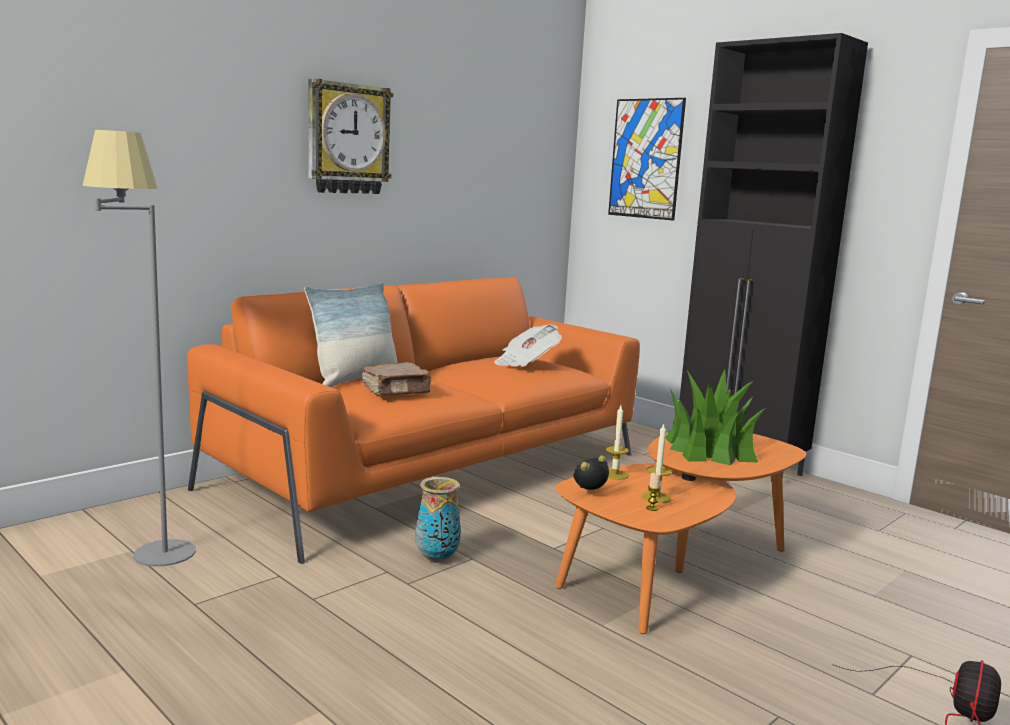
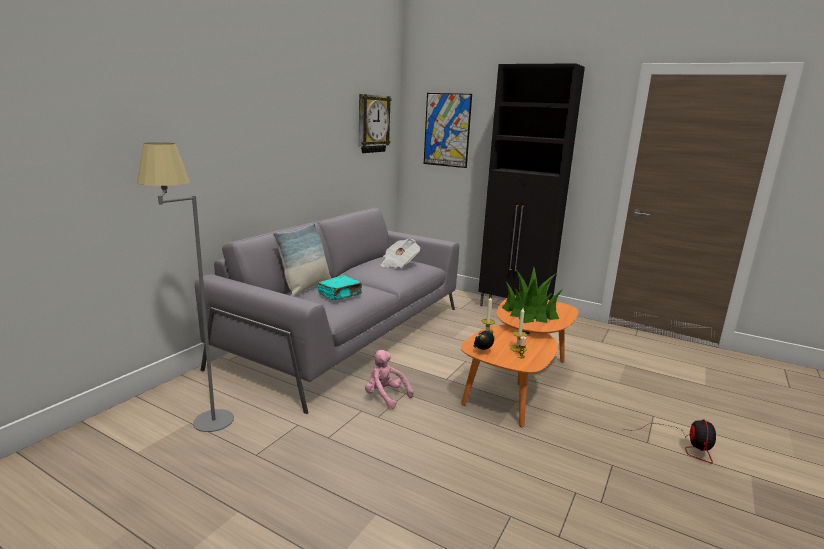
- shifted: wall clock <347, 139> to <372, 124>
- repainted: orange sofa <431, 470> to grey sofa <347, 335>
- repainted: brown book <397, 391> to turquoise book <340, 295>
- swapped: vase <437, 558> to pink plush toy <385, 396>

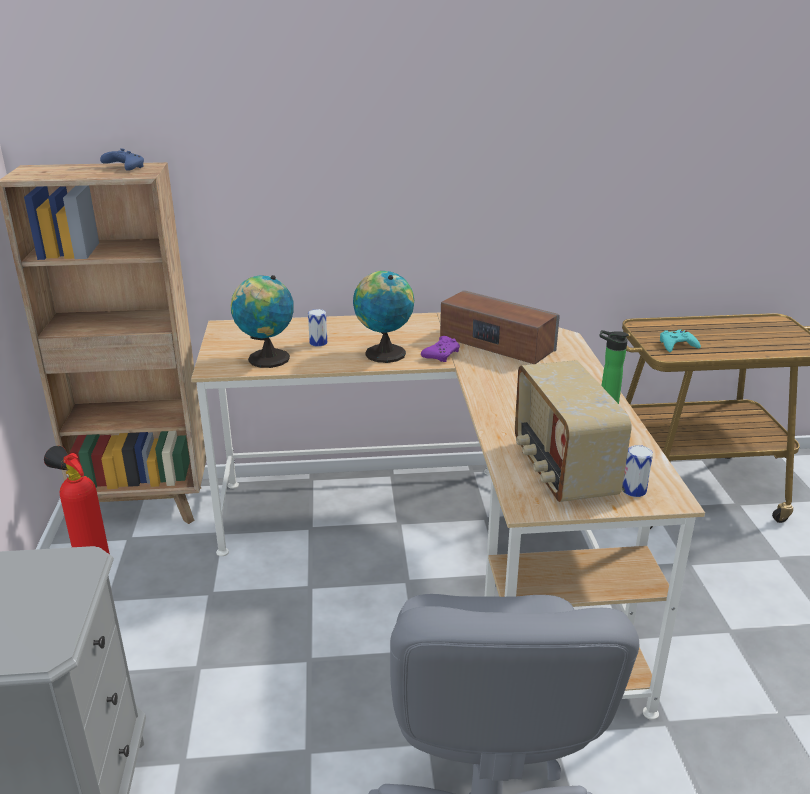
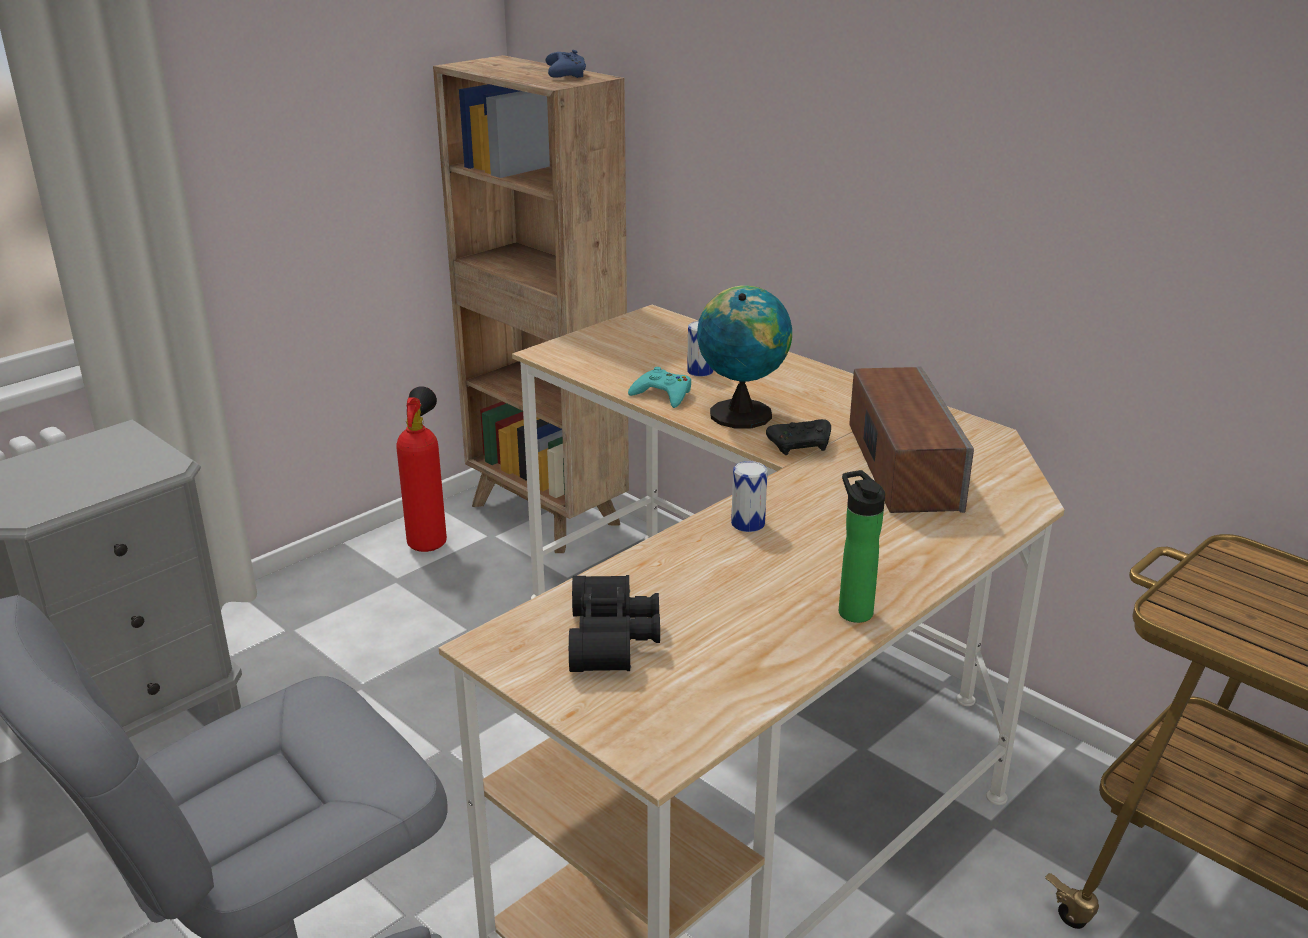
- gone: globe <266, 359>
- shifted: turquoise game controller <677, 345> to <663, 394>
- repainted: purple game controller <442, 355> to black game controller <801, 446>
- swapped: radio <561, 471> to black binoculars <615, 638>
- shifted: can <634, 490> to <748, 523>

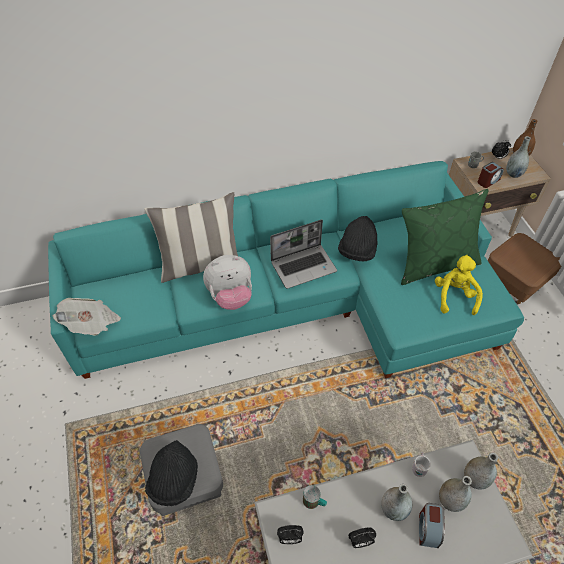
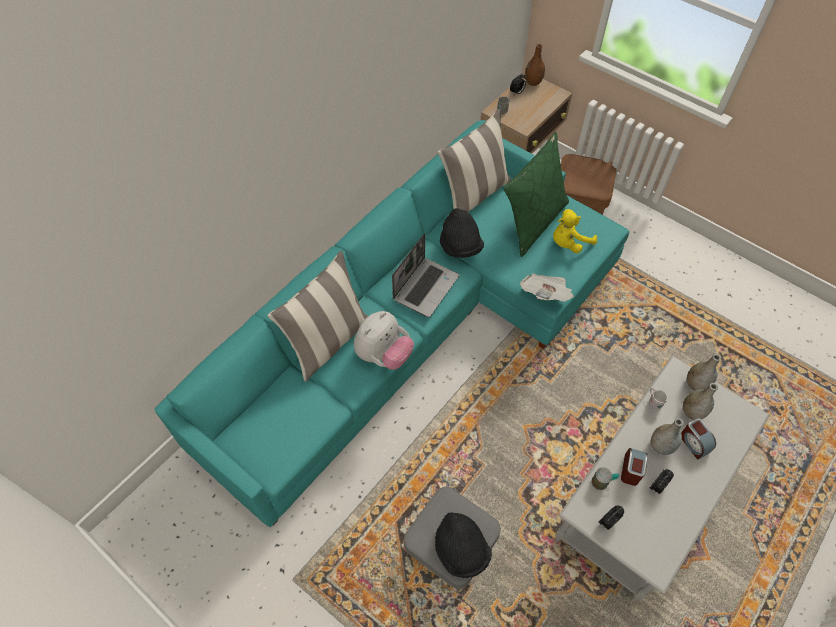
- gone: grey vase <513, 174>
- shifted: alarm clock <488, 181> to <631, 470>
- rotated: yellow plush toy <454, 296> = <568, 243> 90 degrees counterclockwise
- shifted: newspaper <92, 324> to <546, 295>
- new: pillow <474, 194>

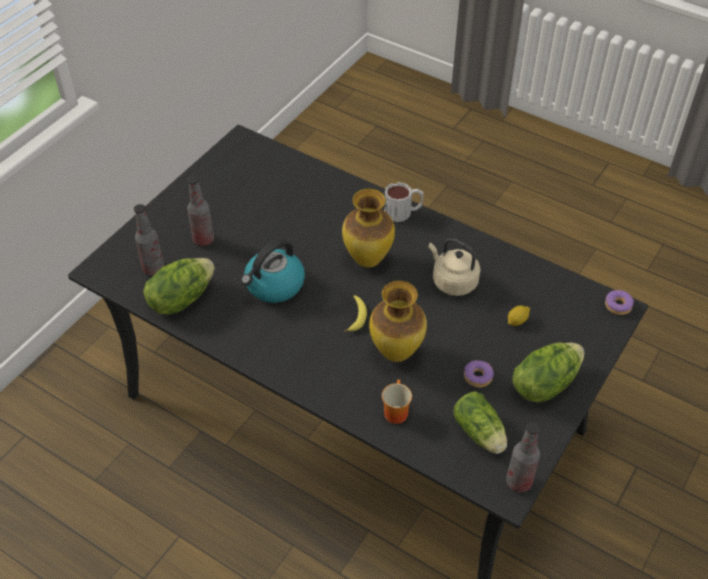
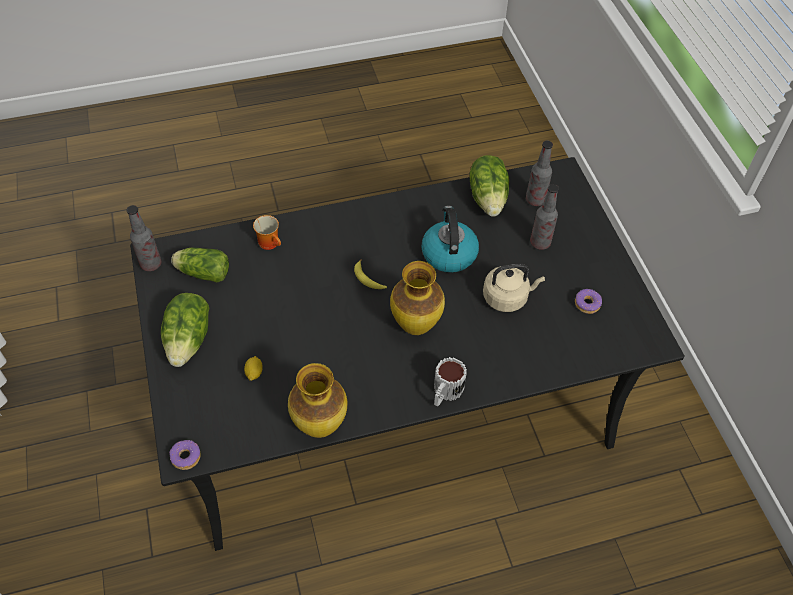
- shifted: beige kettle <452, 281> to <507, 297>
- shifted: vase <397, 352> to <319, 427>
- shifted: donut <477, 377> to <587, 304>

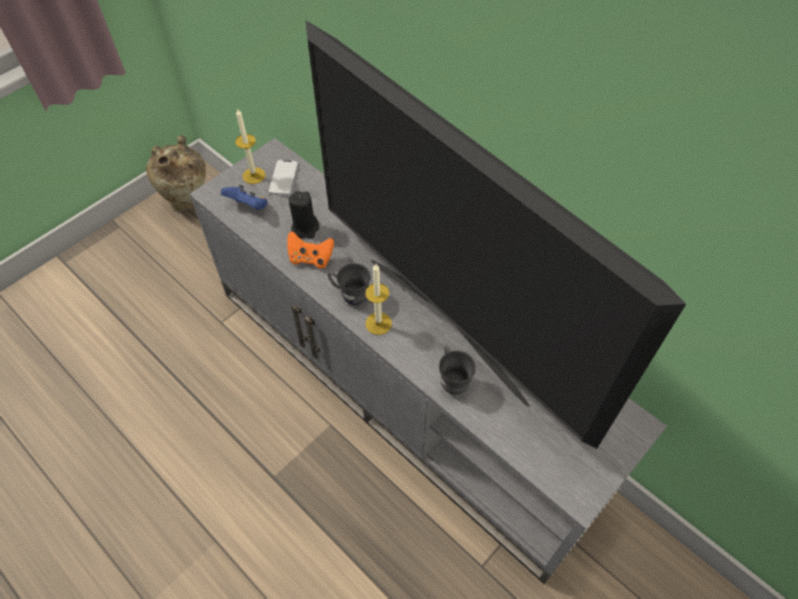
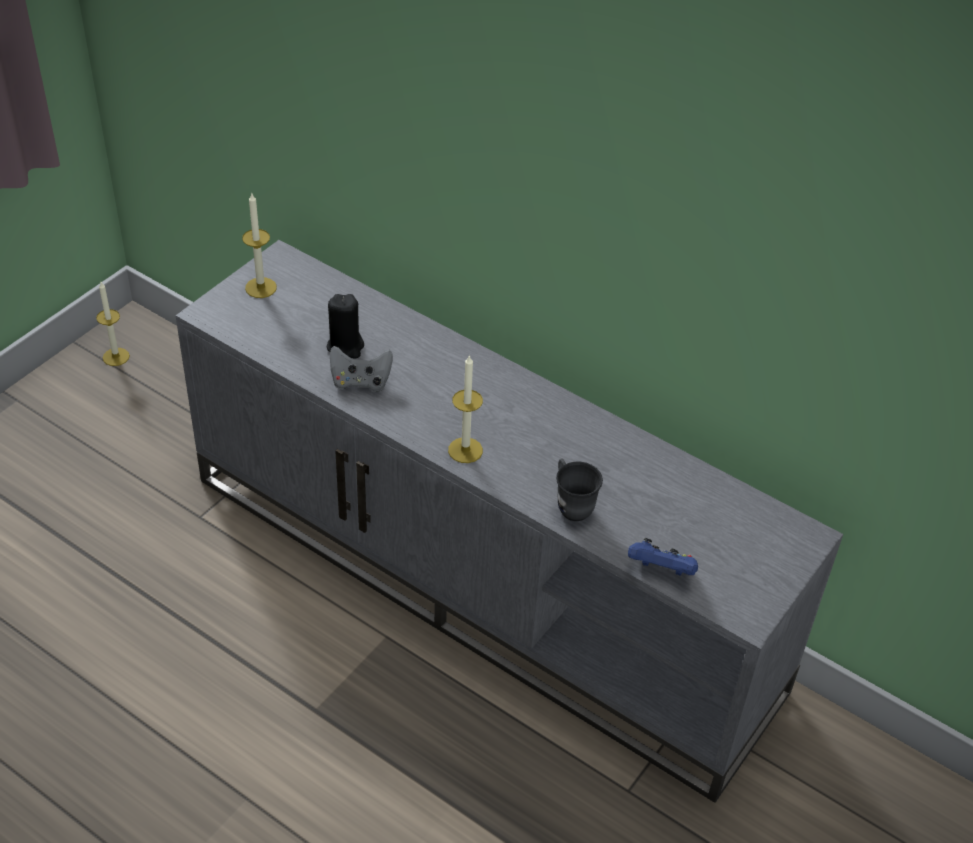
- gone: television <447, 326>
- swapped: beige vase <187, 200> to candle <116, 357>
- gone: phone <283, 178>
- shifted: blue game controller <248, 206> to <661, 571>
- repainted: orange game controller <311, 258> to grey game controller <360, 382>
- gone: grey mug <349, 295>

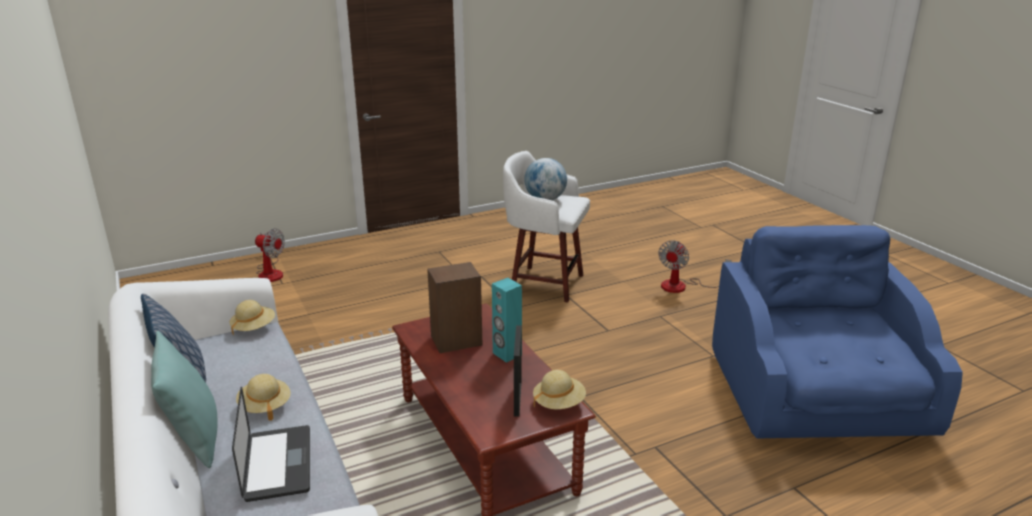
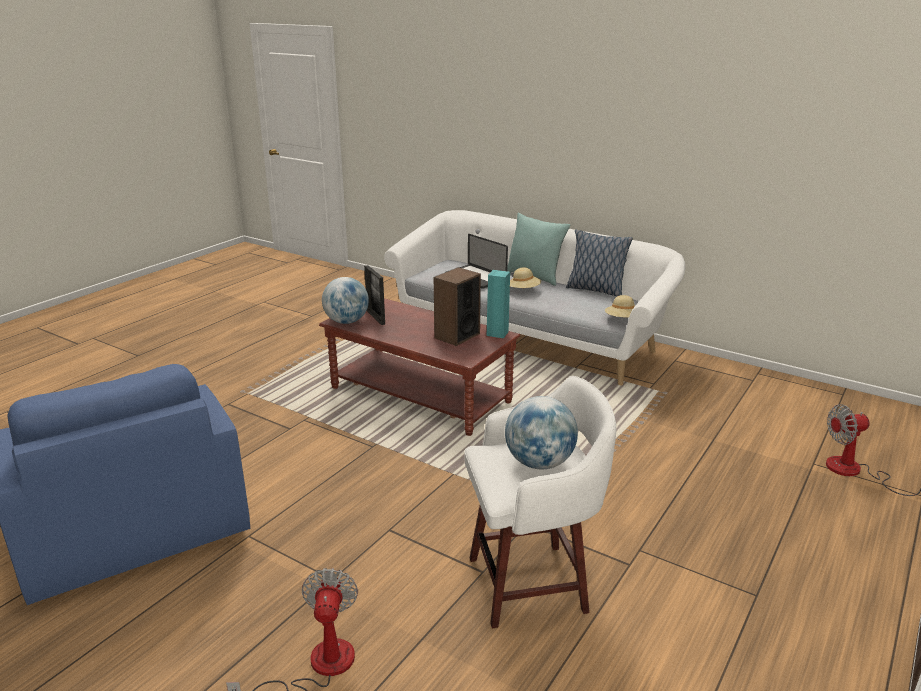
- shifted: turquoise speaker <507, 354> to <497, 333>
- swapped: beige hat <559, 403> to globe <346, 321>

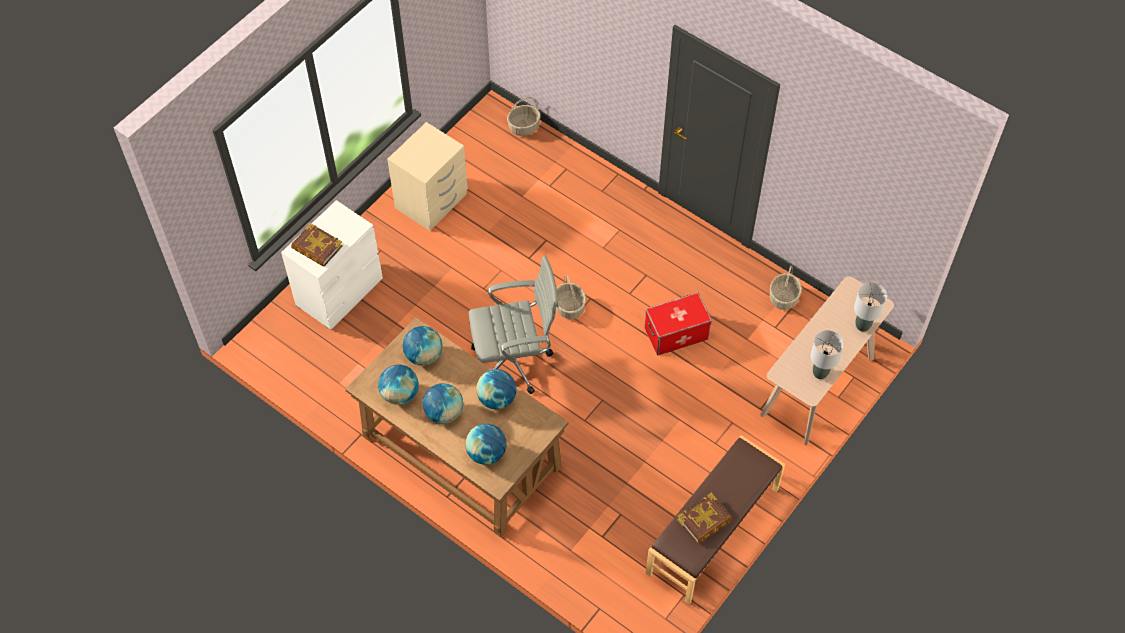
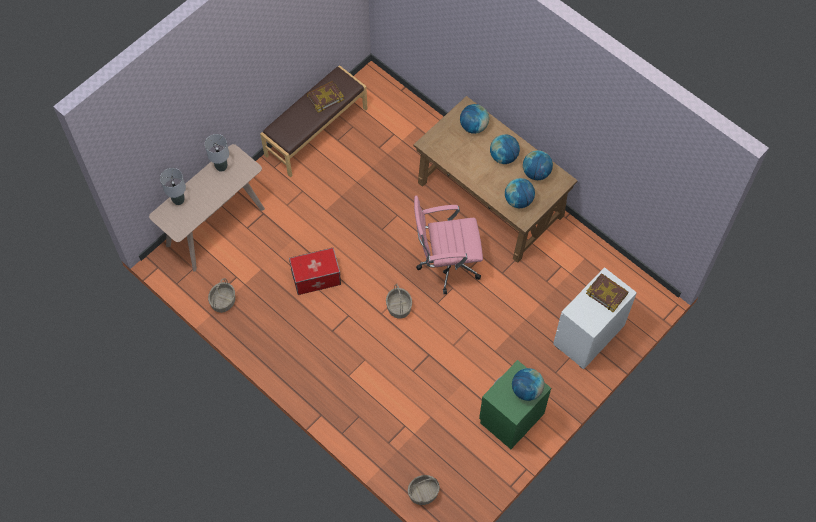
- repainted: beige nightstand <432, 202> to green nightstand <511, 417>
- repainted: grey office chair <515, 361> to pink office chair <446, 265>
- shifted: globe <497, 399> to <526, 390>

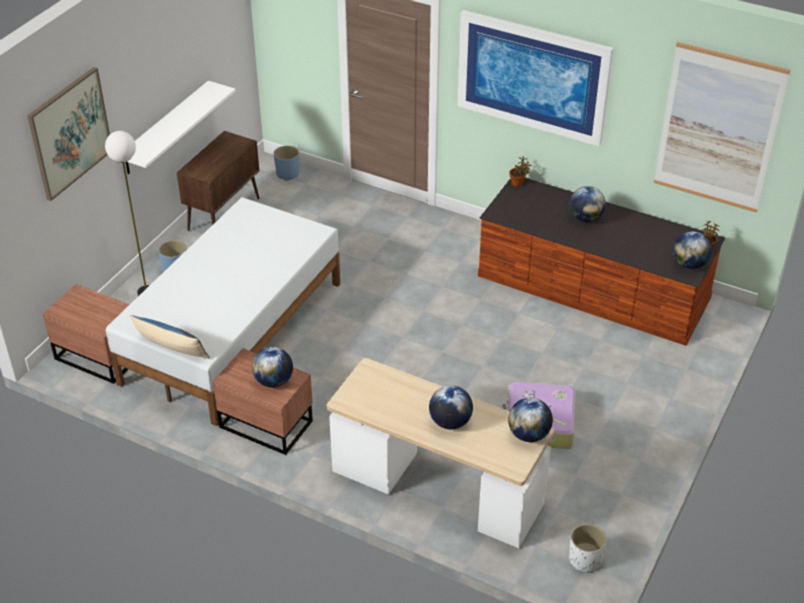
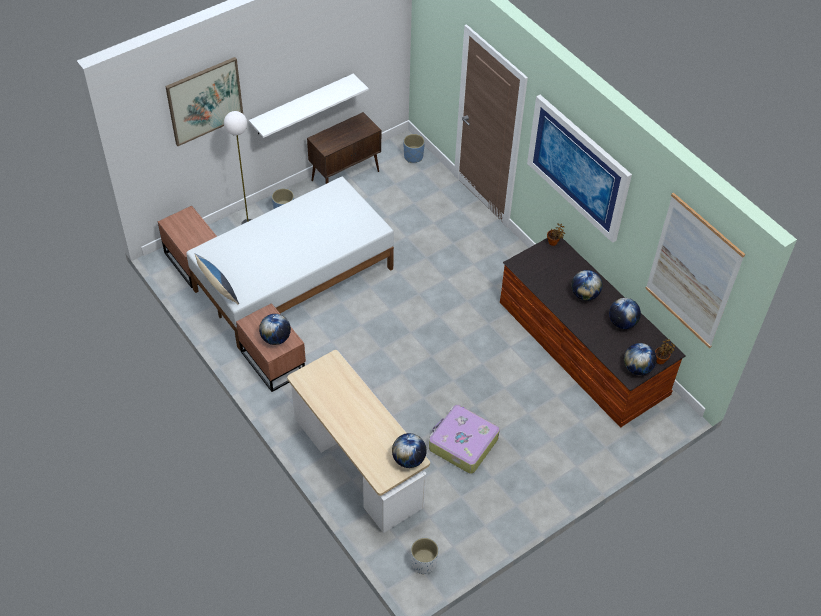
- shifted: globe <450, 422> to <622, 323>

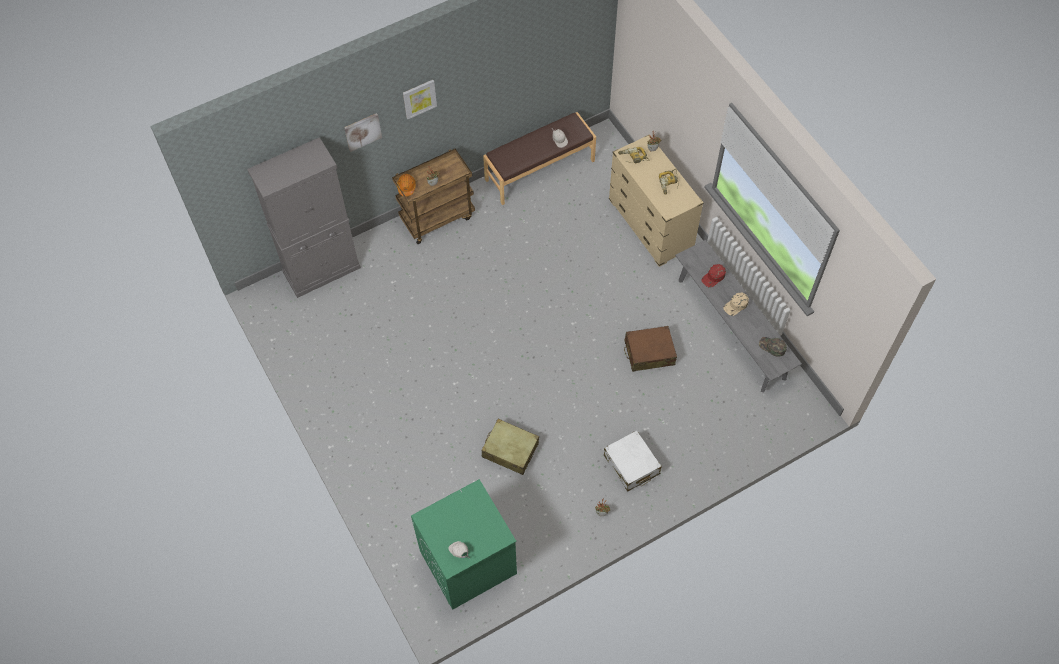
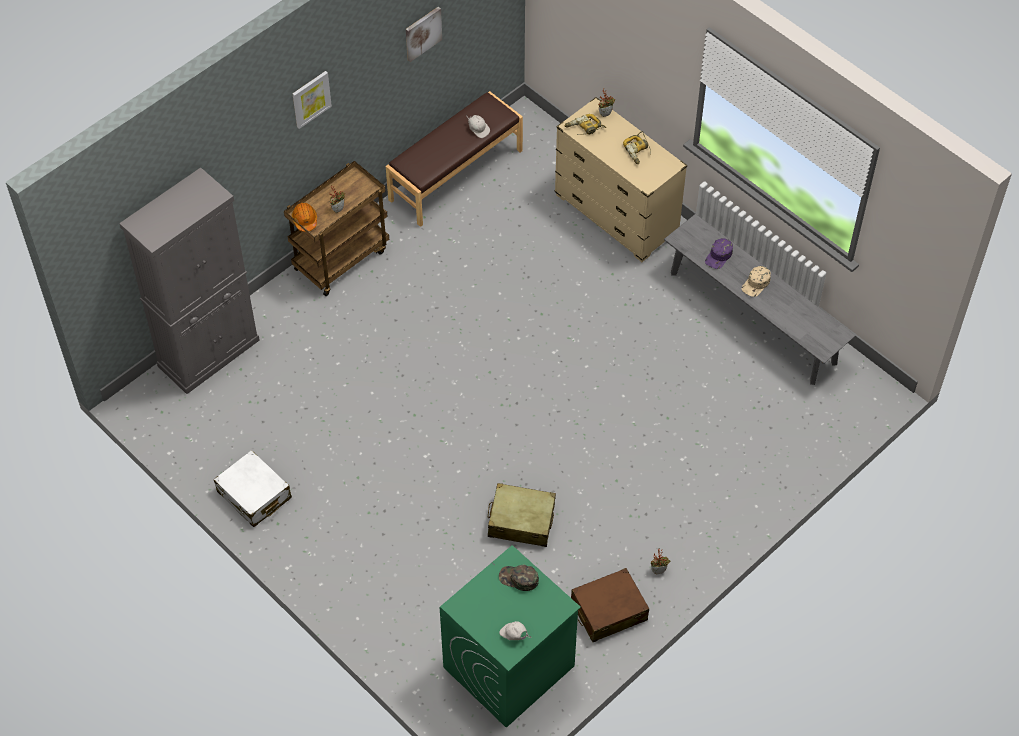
- shifted: picture <362, 131> to <422, 33>
- repainted: red cap <713, 277> to purple cap <719, 256>
- shifted: brown suitcase <649, 353> to <608, 611>
- shifted: green cap <772, 347> to <518, 579>
- shifted: white suitcase <631, 465> to <254, 495>

